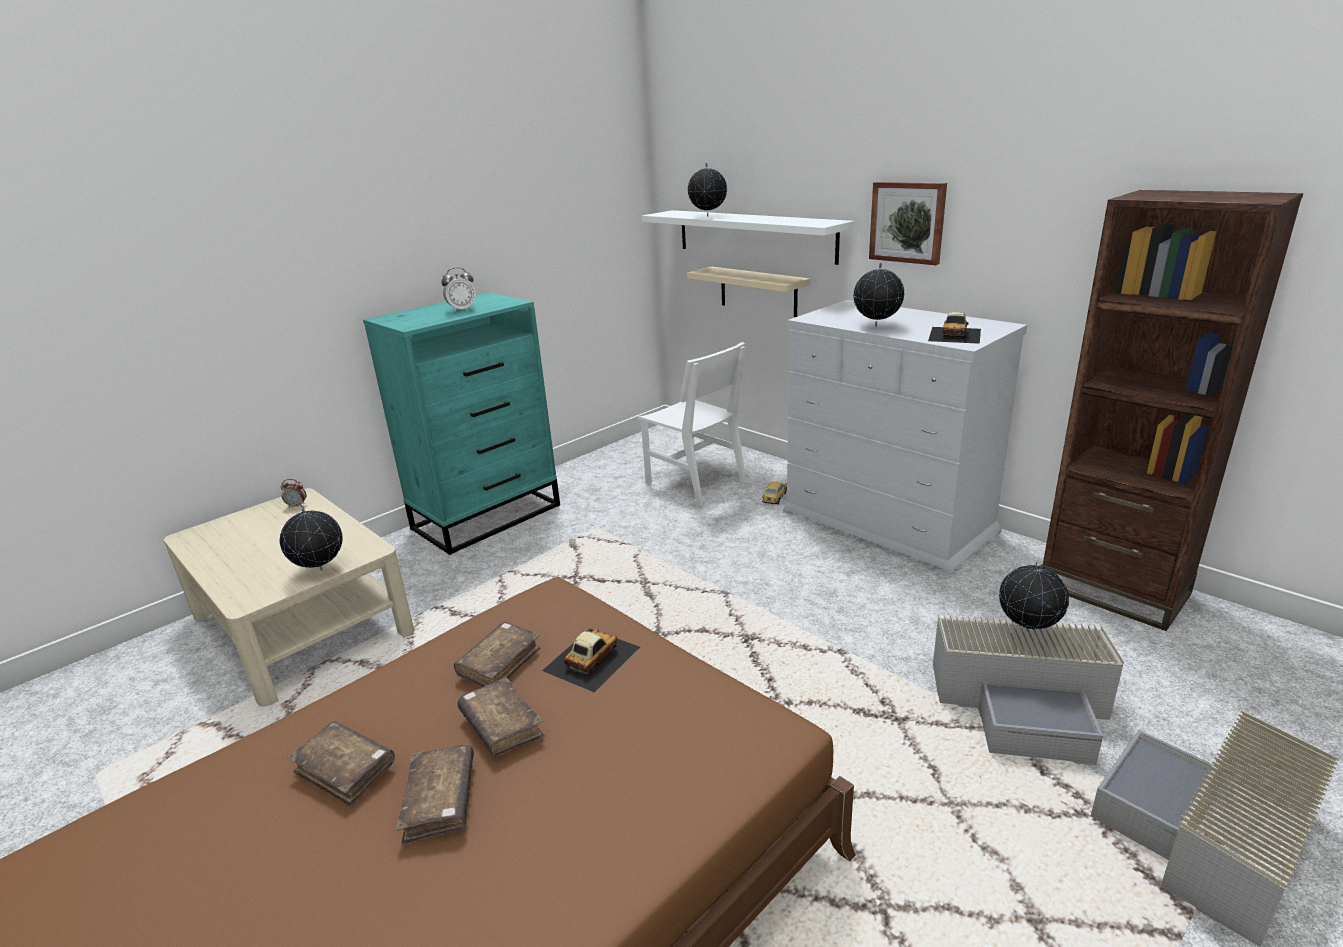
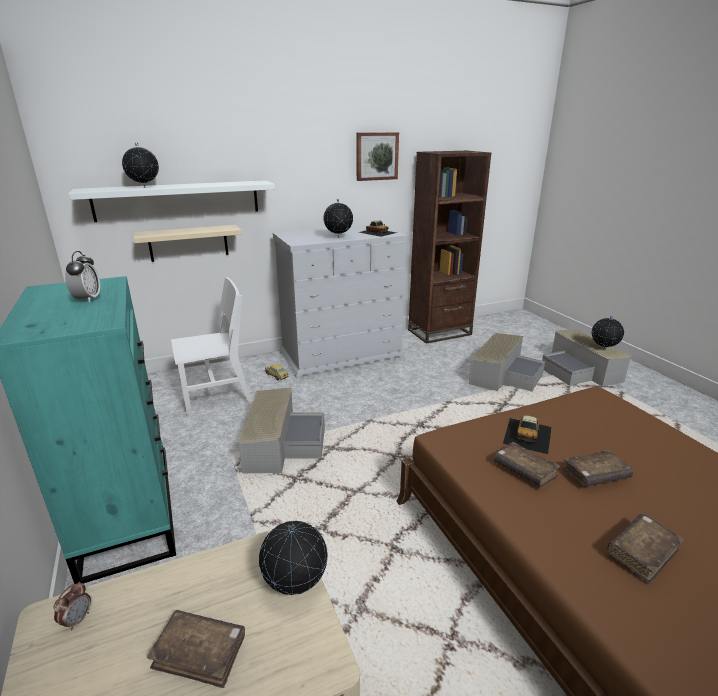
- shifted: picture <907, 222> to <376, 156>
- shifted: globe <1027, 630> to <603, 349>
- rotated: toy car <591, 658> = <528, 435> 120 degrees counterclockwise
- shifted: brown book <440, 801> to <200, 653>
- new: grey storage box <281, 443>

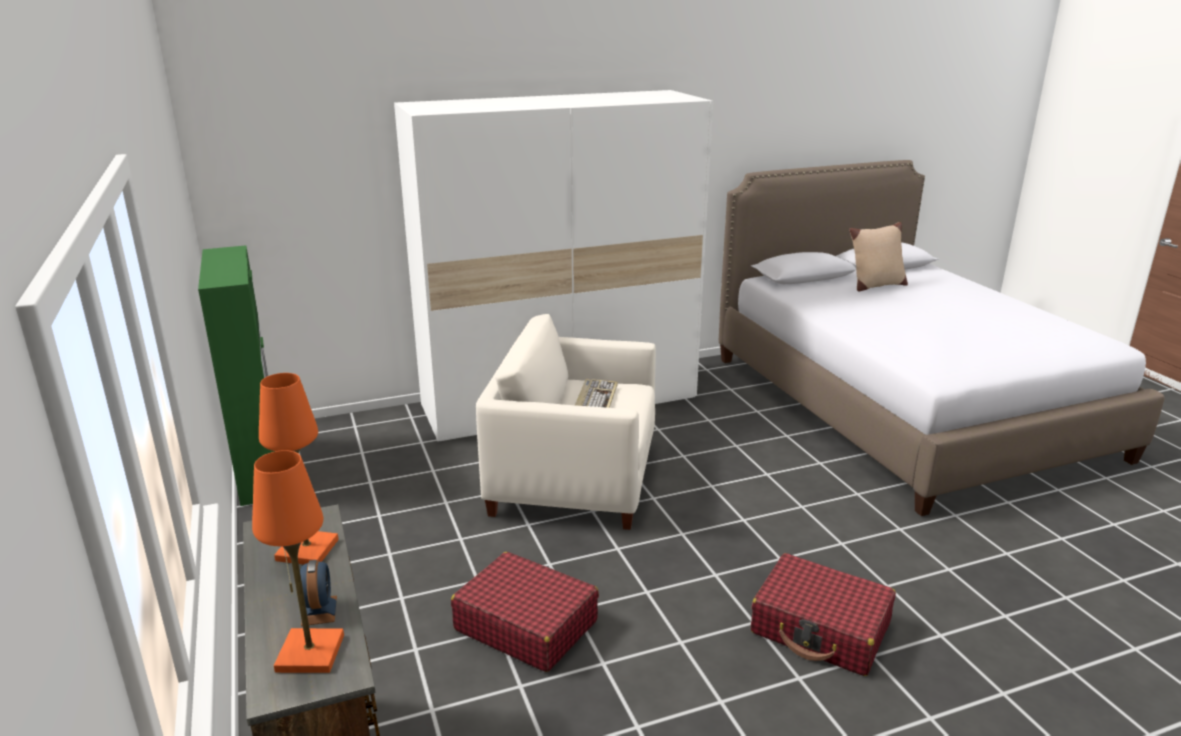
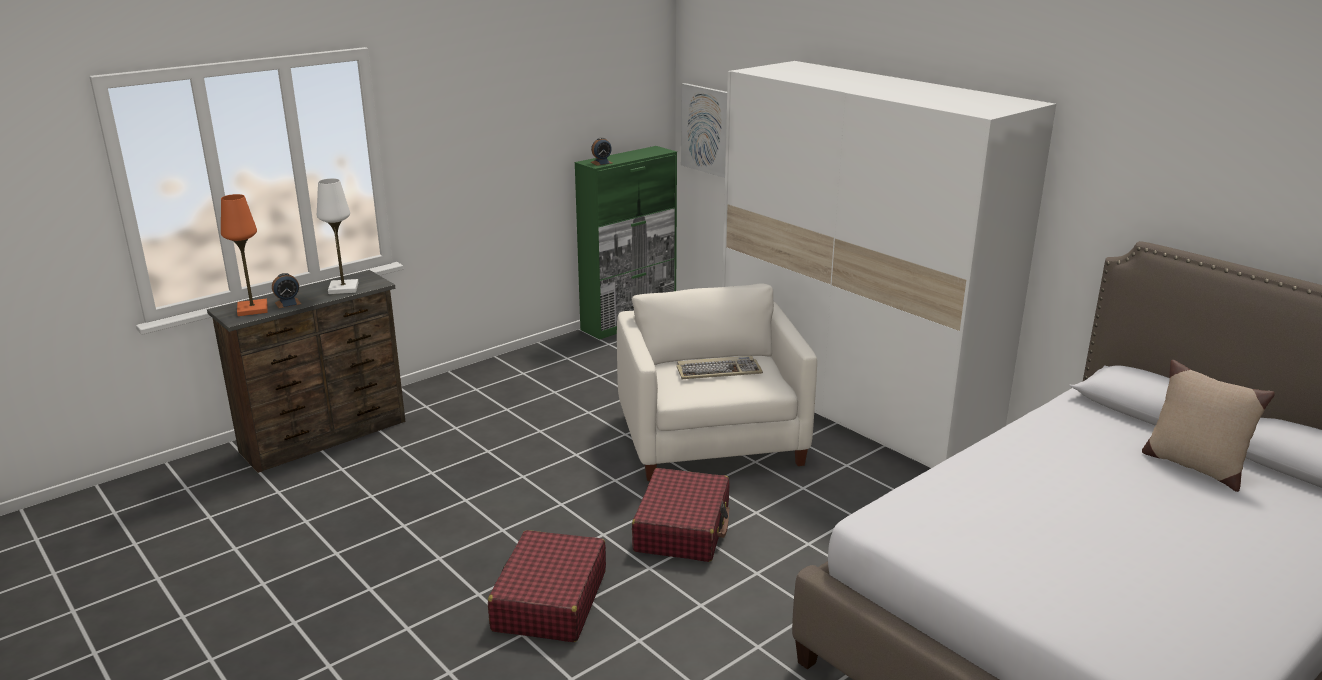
- repainted: orange table lamp <307, 550> to white table lamp <343, 288>
- shifted: red suitcase <526, 625> to <682, 528>
- new: picture <707, 130>
- new: alarm clock <601, 162>

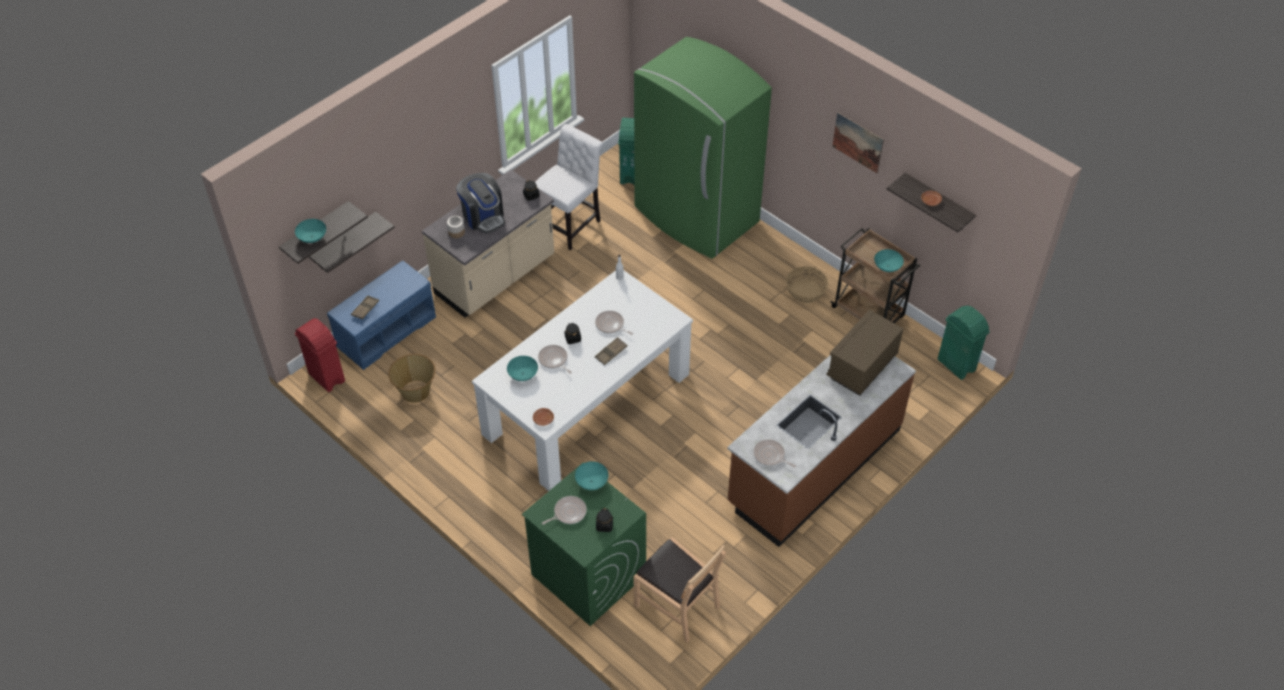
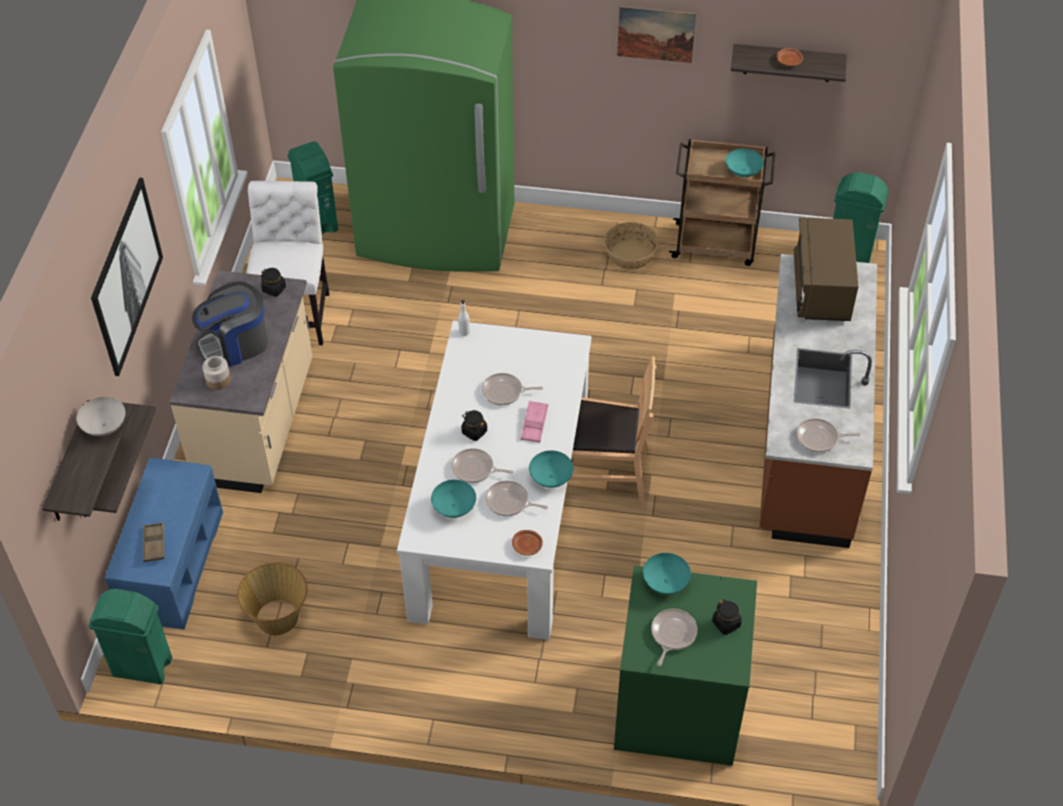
- rotated: coffee machine <483, 216> = <235, 344> 135 degrees clockwise
- shifted: turquoise bowl <313, 238> to <551, 477>
- repainted: red trash can <327, 378> to green trash can <143, 667>
- repainted: brown tray <611, 353> to pink tray <534, 424>
- shifted: brown chair <677, 605> to <603, 472>
- new: picture <125, 275>
- new: white bowl <105, 426>
- new: frying pan <509, 502>

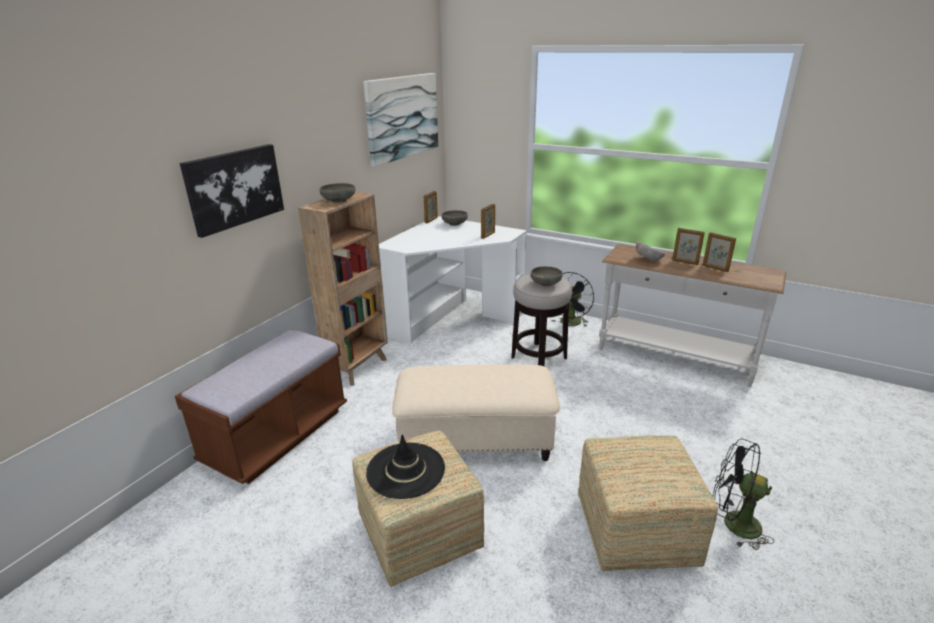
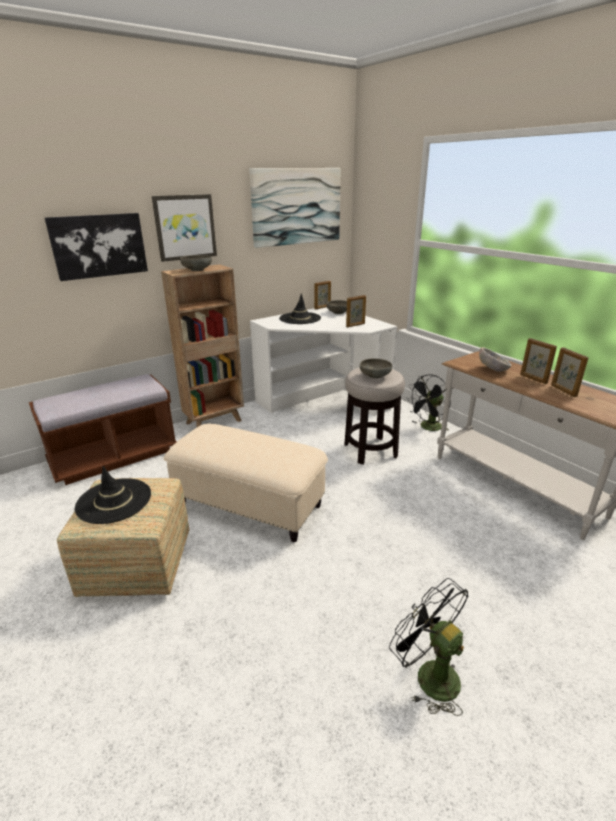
- gone: ottoman <636, 532>
- new: picture <185, 227>
- new: black hat <300, 318>

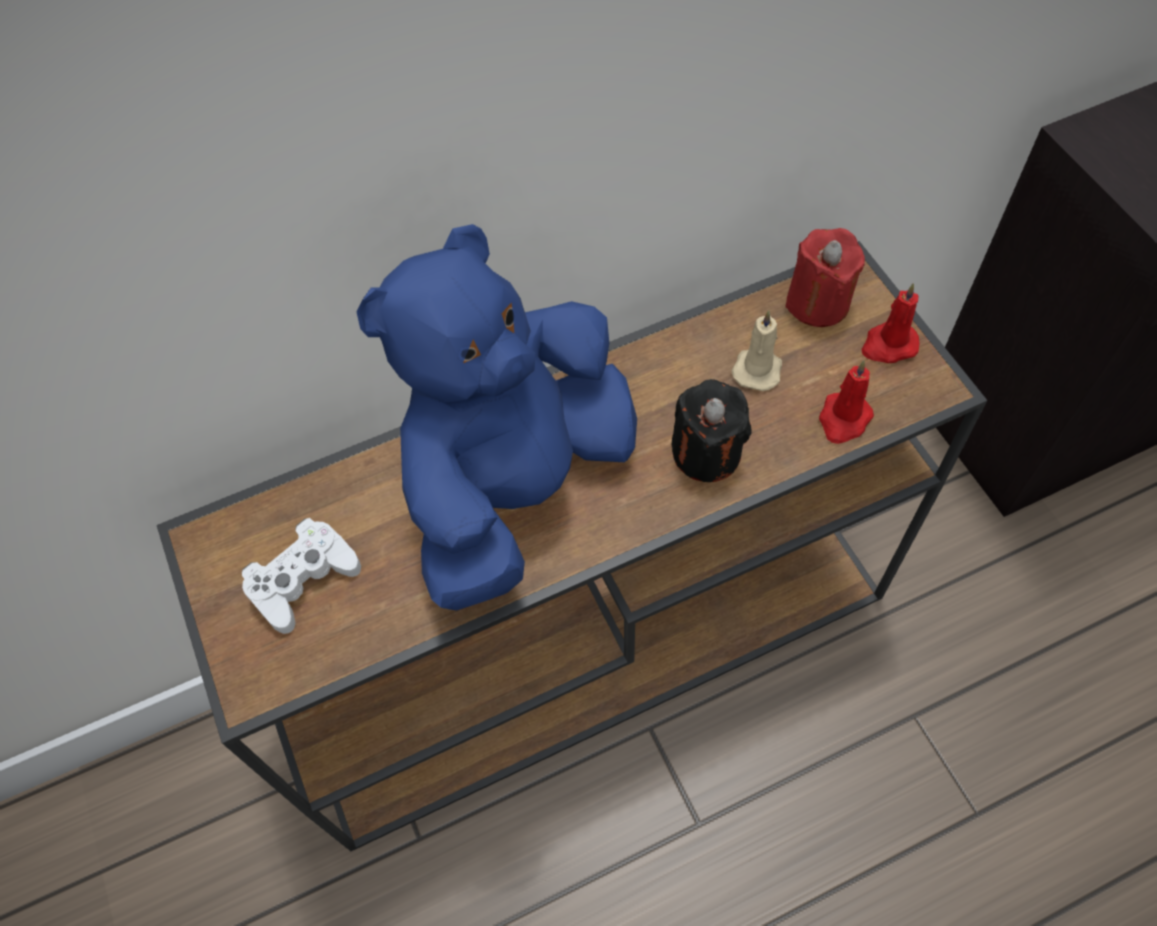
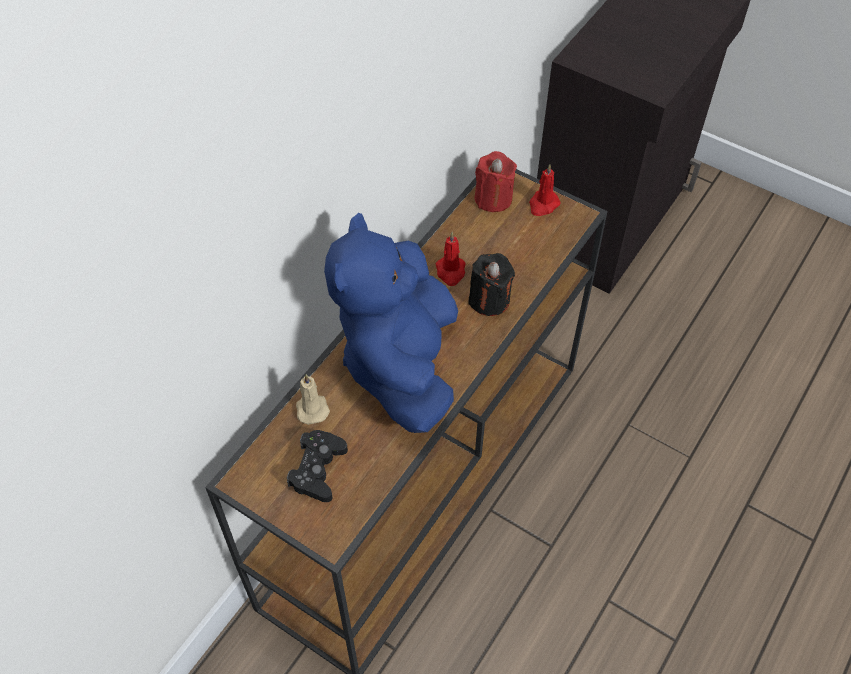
- shifted: beige candle <757, 368> to <312, 408>
- shifted: red candle <843, 420> to <450, 272>
- repainted: white game controller <303, 579> to black game controller <318, 470>

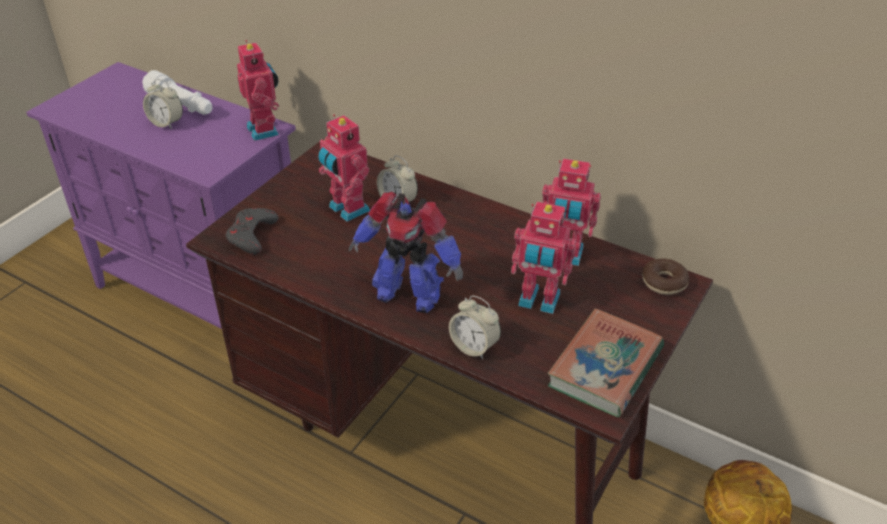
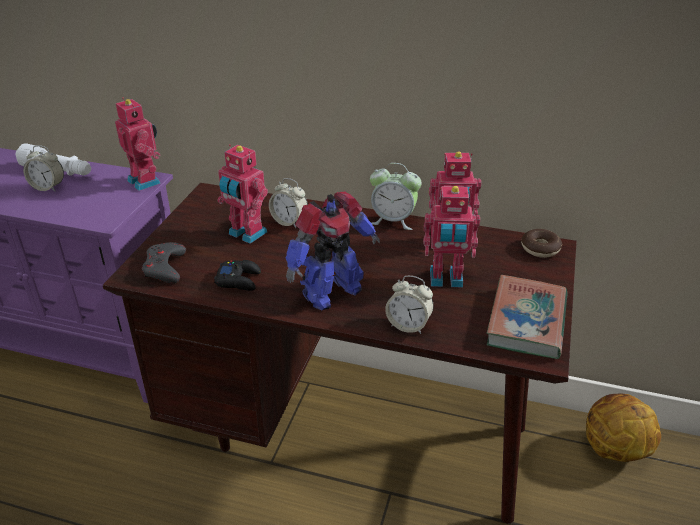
- rotated: toy robot <408, 294> = <330, 292> 45 degrees counterclockwise
- new: alarm clock <393, 220>
- new: black game controller <239, 280>

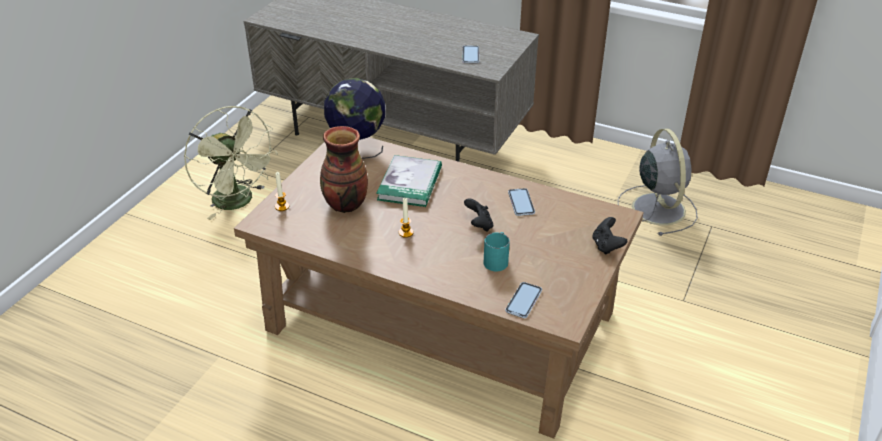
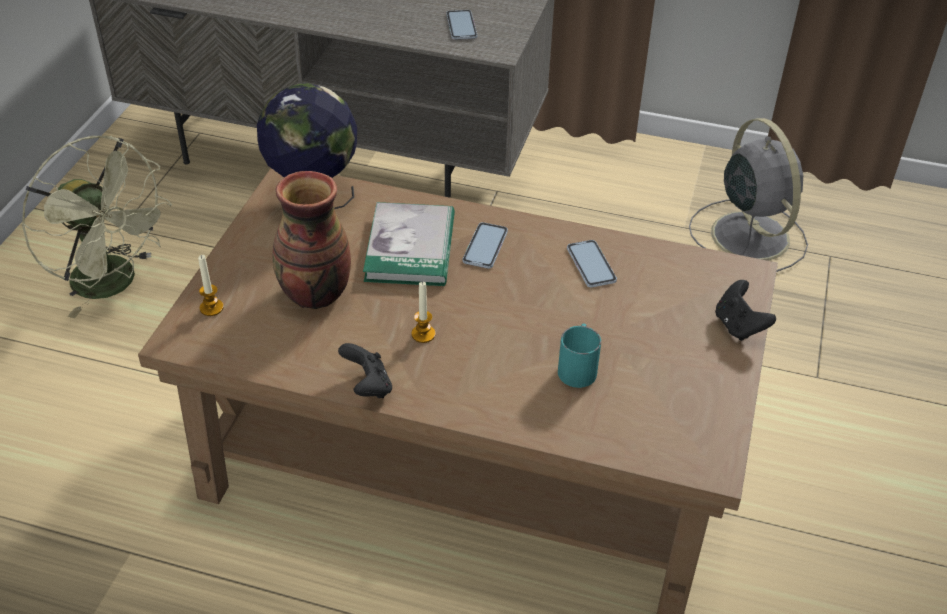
- shifted: black game controller <479, 225> to <368, 386>
- shifted: phone <523, 300> to <485, 246>

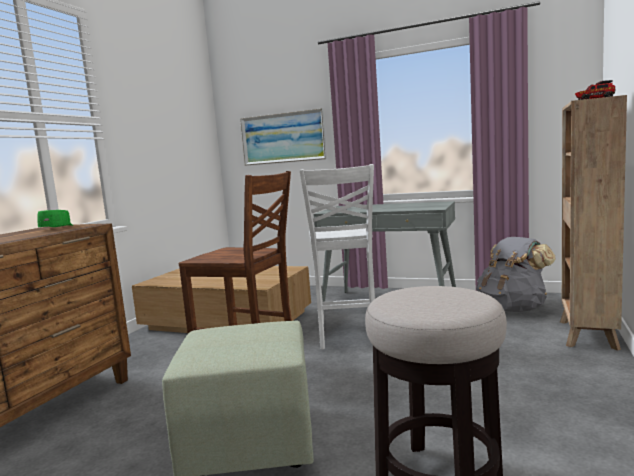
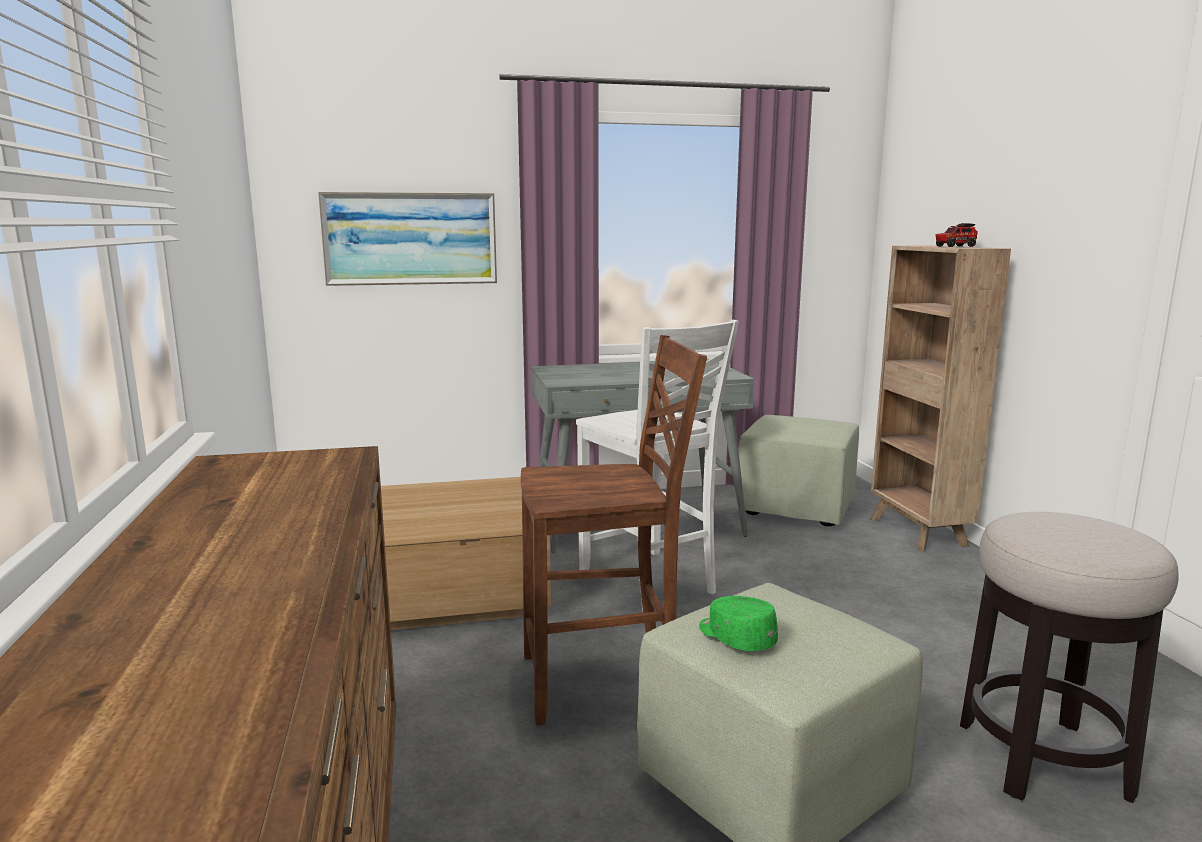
- shifted: green cap <57, 228> to <735, 637>
- swapped: grey backpack <512, 309> to green ottoman <798, 508>

